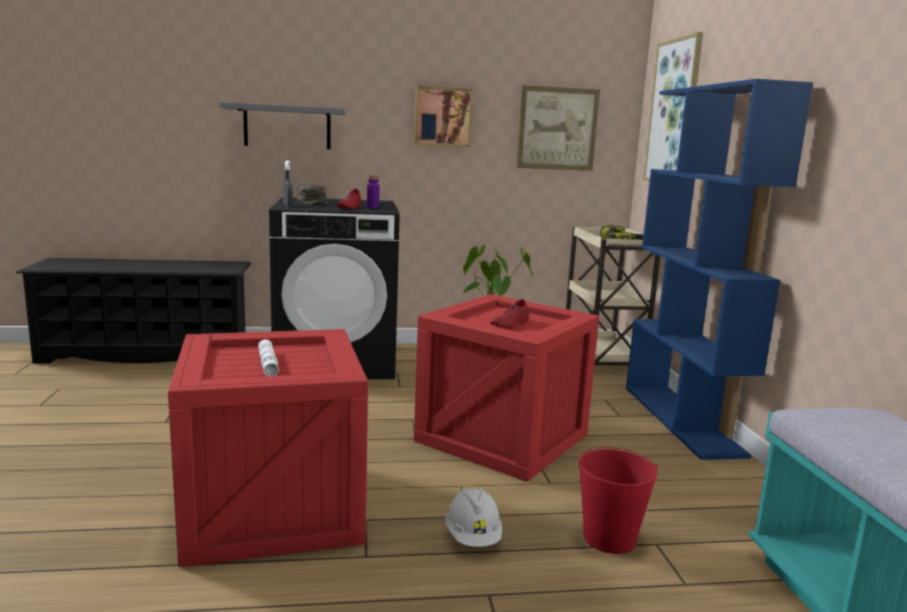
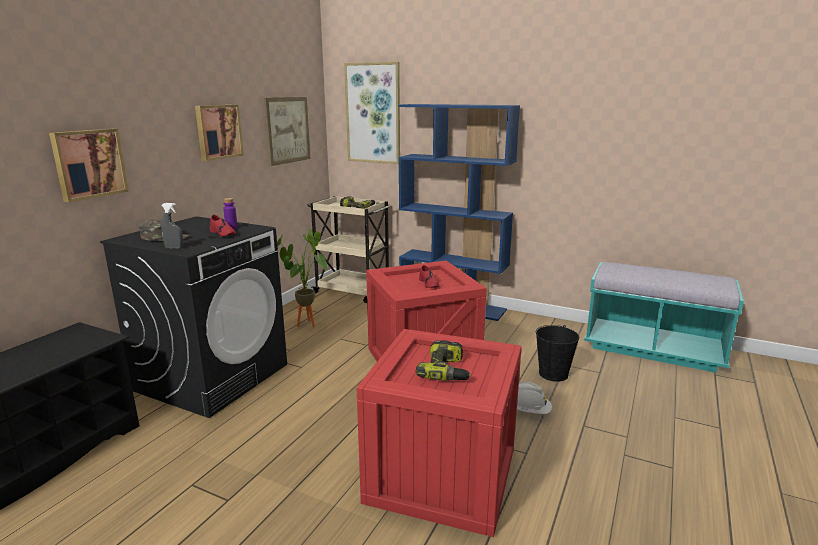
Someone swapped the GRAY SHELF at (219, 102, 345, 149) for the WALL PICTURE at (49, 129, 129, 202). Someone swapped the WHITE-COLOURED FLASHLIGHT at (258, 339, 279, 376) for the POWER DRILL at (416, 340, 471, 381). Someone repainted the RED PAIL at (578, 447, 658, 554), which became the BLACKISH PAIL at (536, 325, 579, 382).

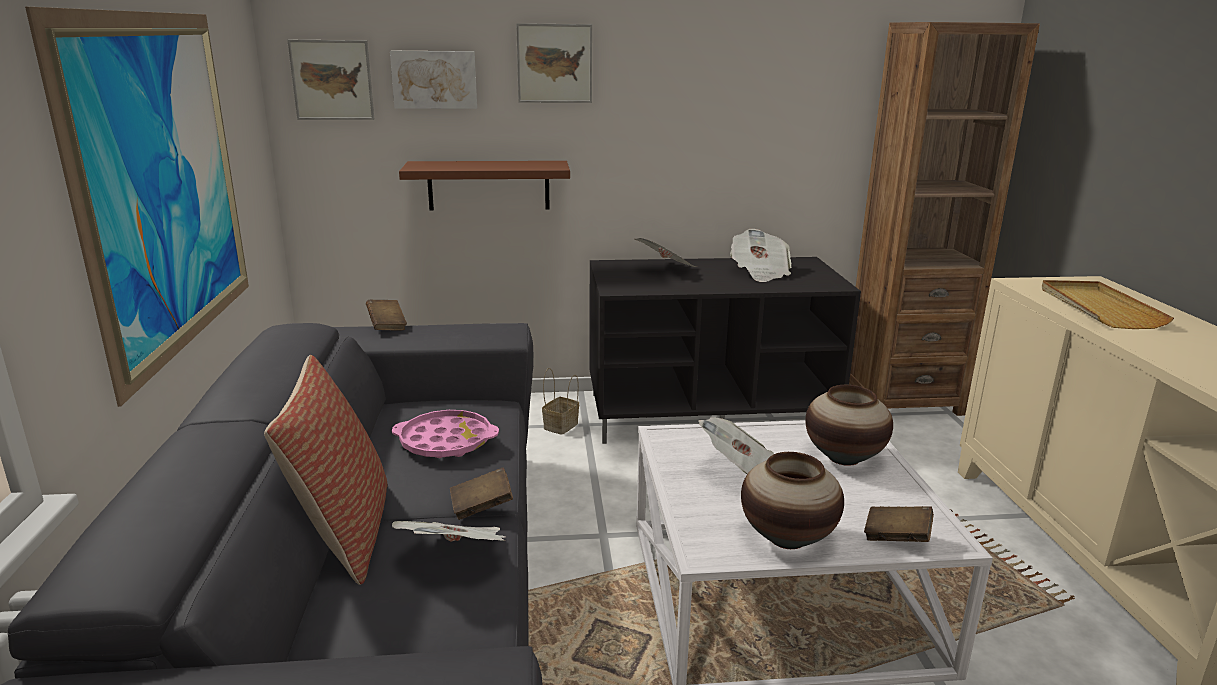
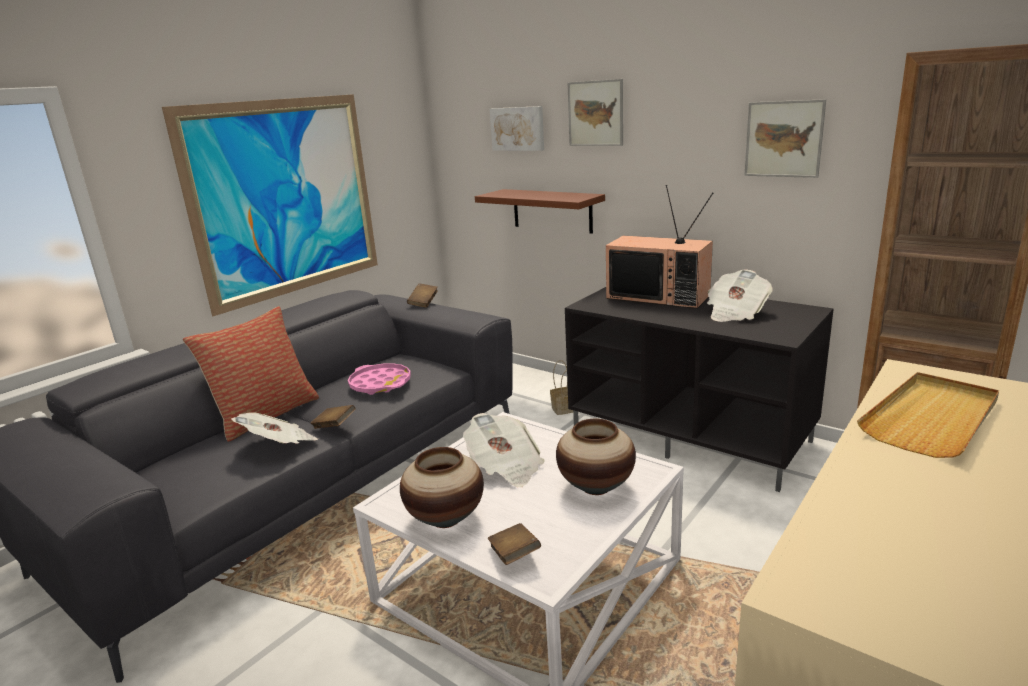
Someone carried the WALL PICTURE from (287, 40, 374, 120) to (744, 99, 826, 178). Someone swapped the NEWSPAPER at (635, 238, 697, 267) for the TV SET at (606, 185, 713, 309).

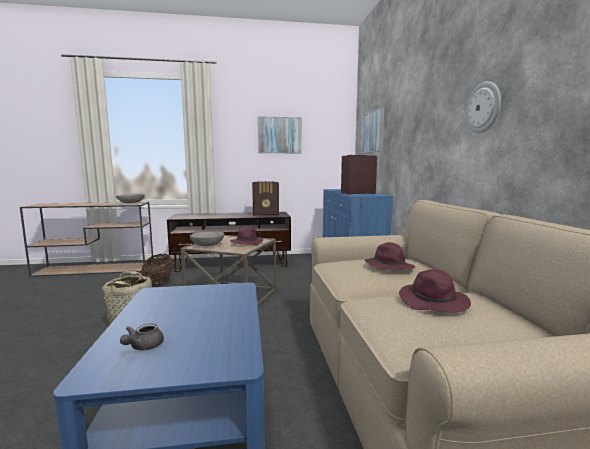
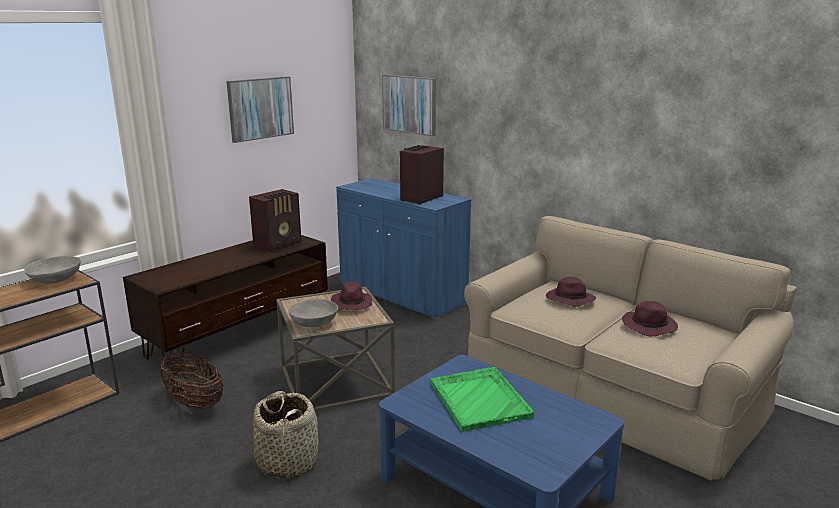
Someone took away the CLOCK ON THE WALL at (466, 81, 501, 133). Someone took away the GRAY POT FOR TEA at (120, 323, 164, 350). Someone put down the GREEN CARRYING TRAY at (430, 367, 534, 431).

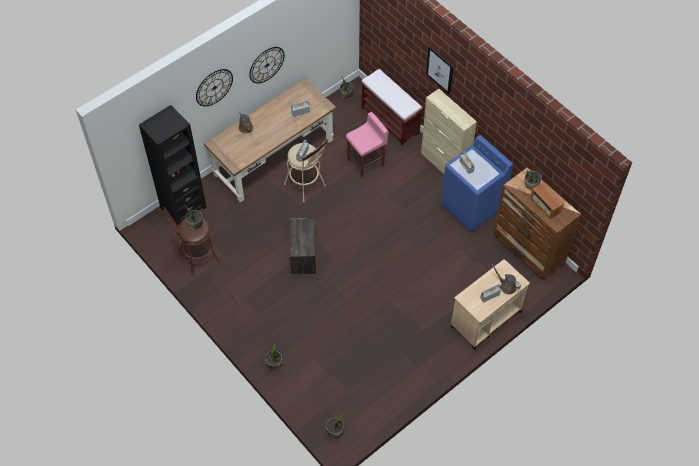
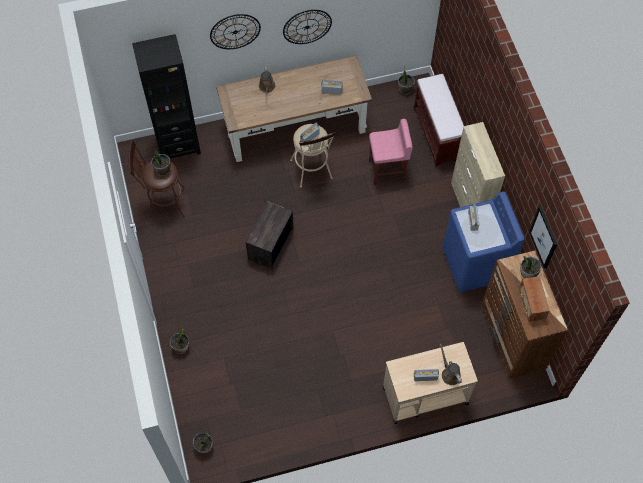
Someone carried the WALL PICTURE from (426, 46, 454, 94) to (529, 206, 557, 269).

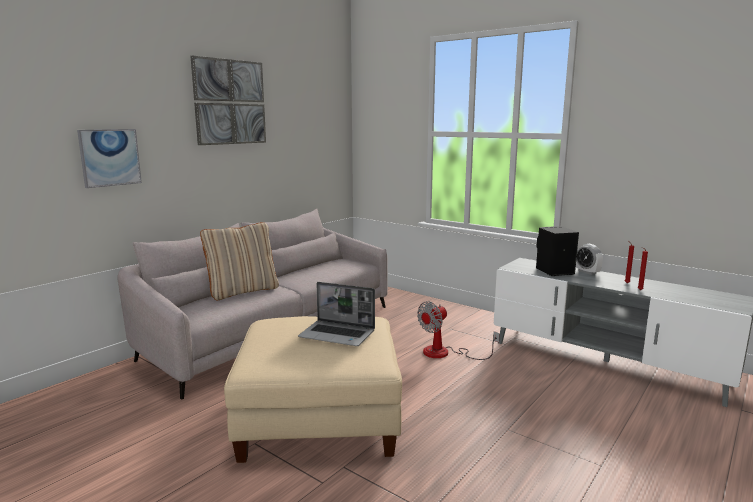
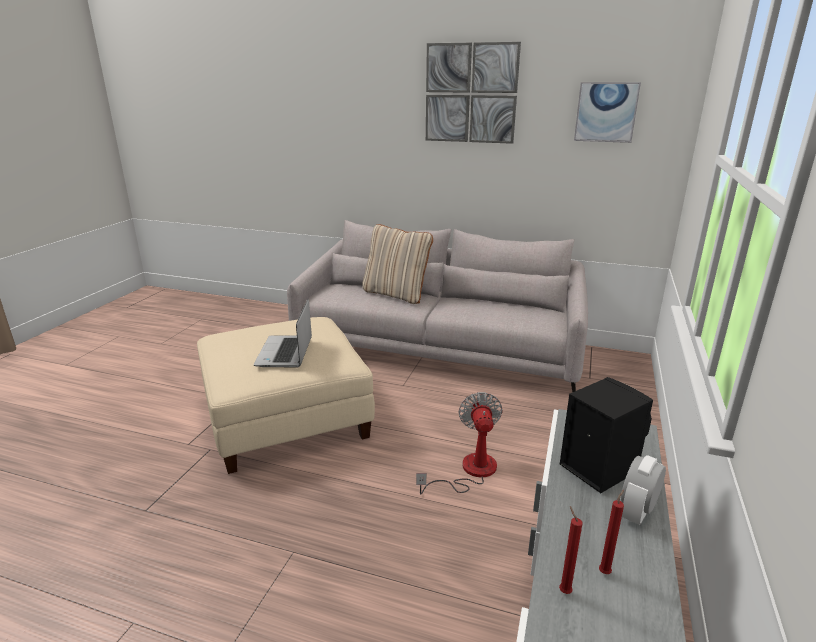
Someone carried the WALL PICTURE from (77, 129, 142, 188) to (574, 82, 641, 143). Someone rotated the FAN at (417, 301, 500, 360) by 60 degrees clockwise.

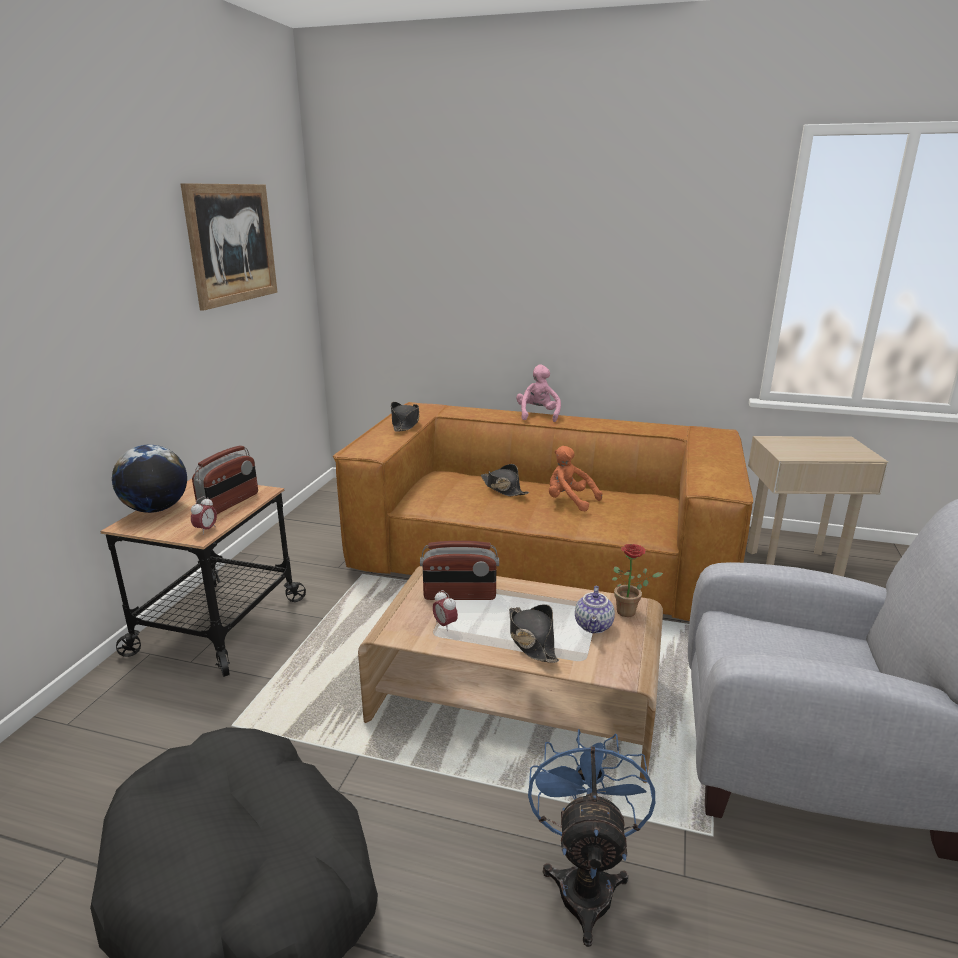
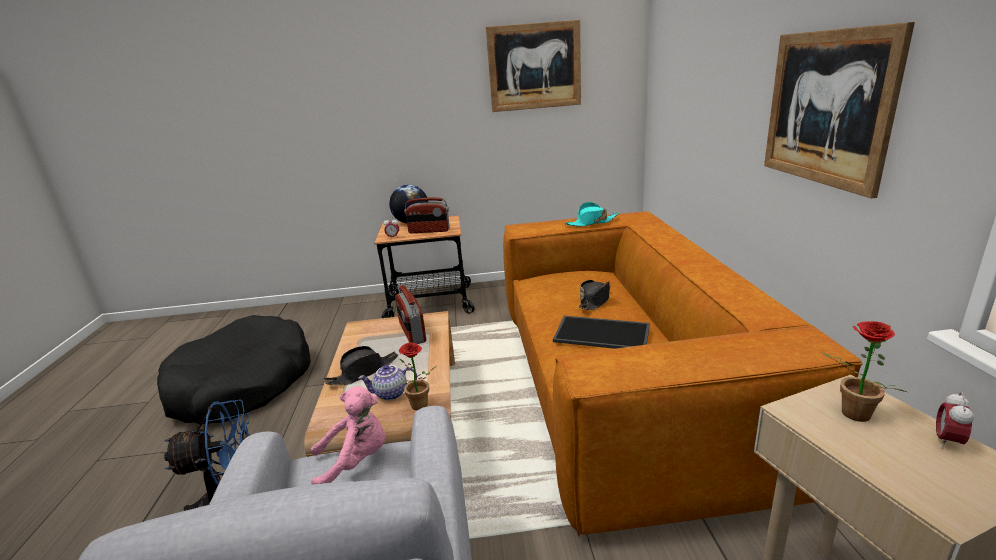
Someone carried the PINK SOFT TOY from (516, 365, 561, 422) to (311, 386, 386, 485). Someone repainted the BLACKISH WEARABLE HAT at (391, 402, 419, 432), which became the TURQUOISE WEARABLE HAT at (565, 202, 619, 227). Someone swapped the ORANGEY SOFT TOY at (549, 446, 602, 511) for the CARRYING TRAY at (553, 316, 650, 349). Someone carried the TABLE CLOCK from (433, 590, 458, 631) to (936, 392, 974, 448). Someone put up the WALL PICTURE at (764, 22, 915, 199). Someone put down the PLANT IN A POT at (821, 321, 907, 422).

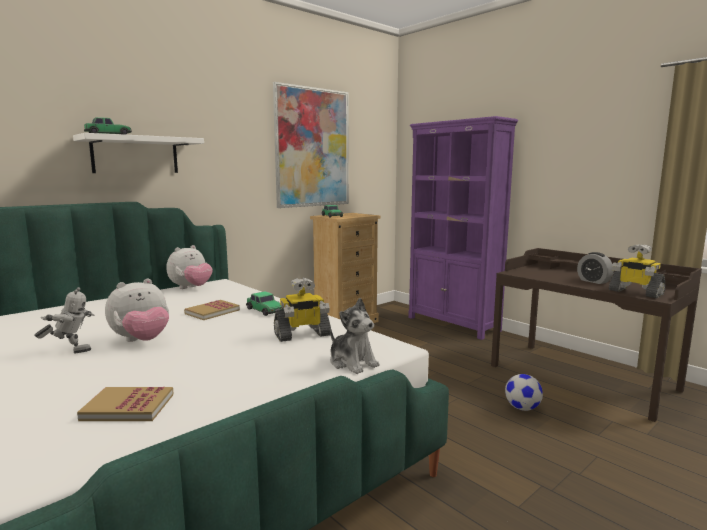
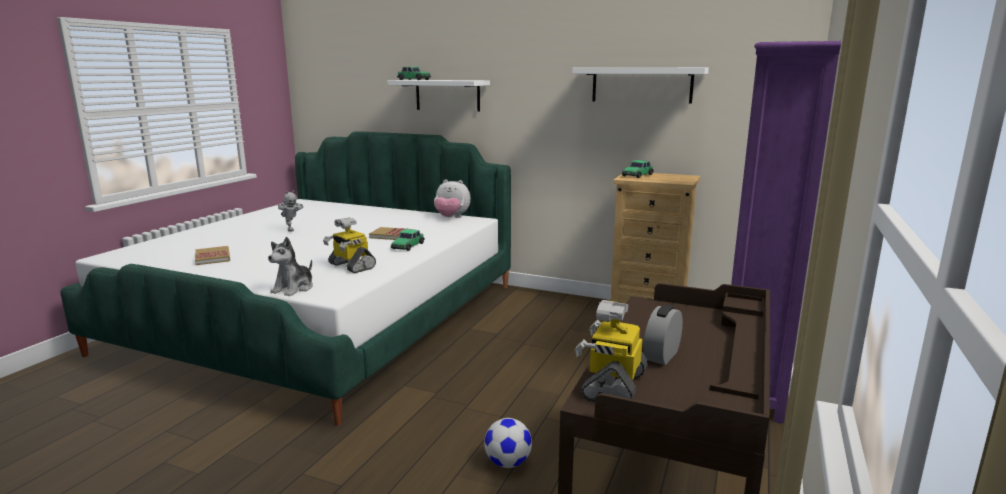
Someone swapped the WALL PICTURE at (273, 82, 349, 208) for the WHITE-COLOURED SHELF at (572, 67, 709, 104). Someone took away the SOFT TOY at (105, 279, 169, 342).

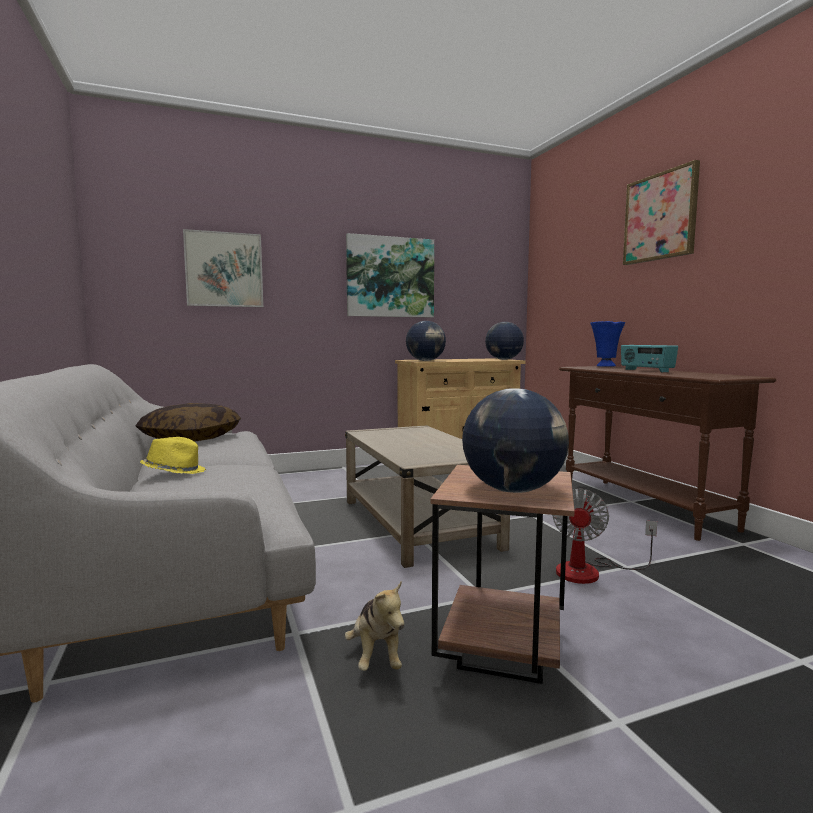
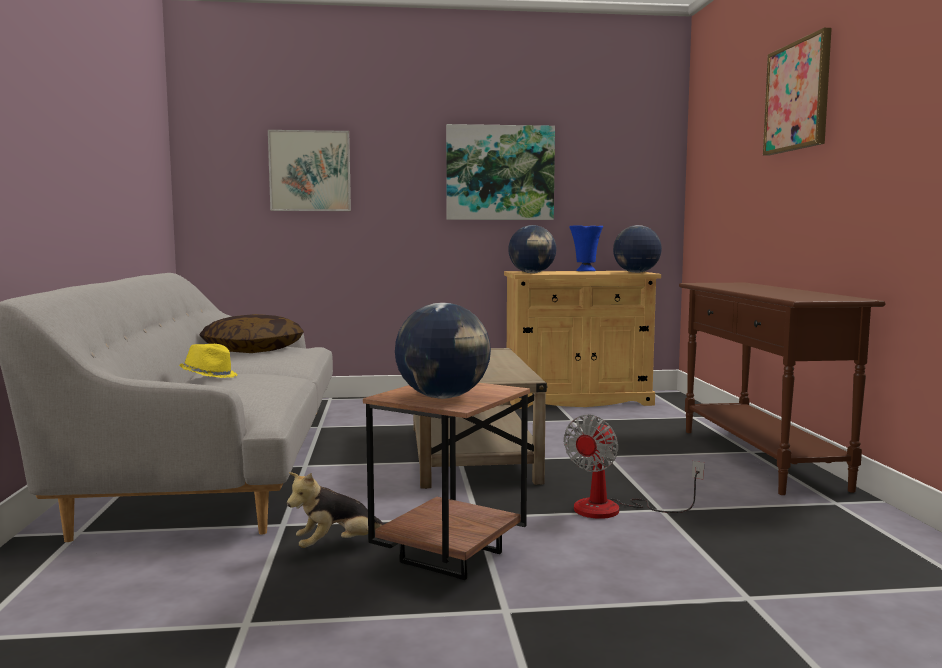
Someone carried the BLUE DECORATIVE VASE from (590, 321, 625, 367) to (569, 225, 603, 271). Someone took away the RADIO at (621, 345, 678, 372). Someone rotated the SOFT TOY at (345, 580, 404, 671) by 60 degrees clockwise.

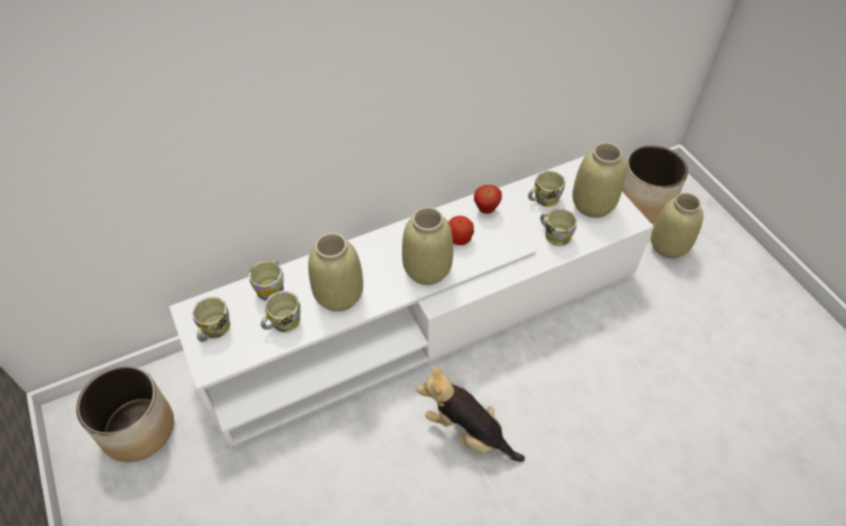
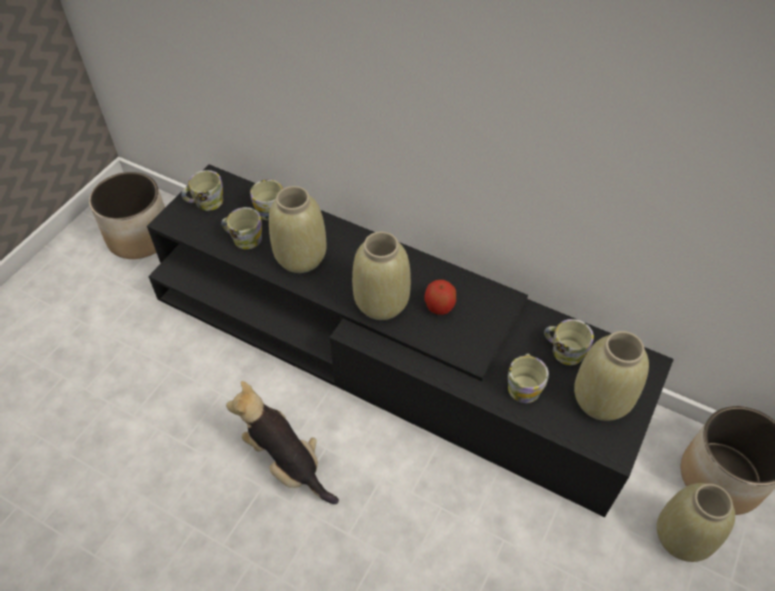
Someone repainted the WHITE-COLOURED TV STAND at (169, 156, 654, 447), which became the BLACKISH TV STAND at (147, 164, 674, 517). Someone took away the APPLE FRUIT at (474, 185, 502, 214). Someone rotated the SOFT TOY at (416, 366, 525, 462) by 45 degrees counterclockwise.

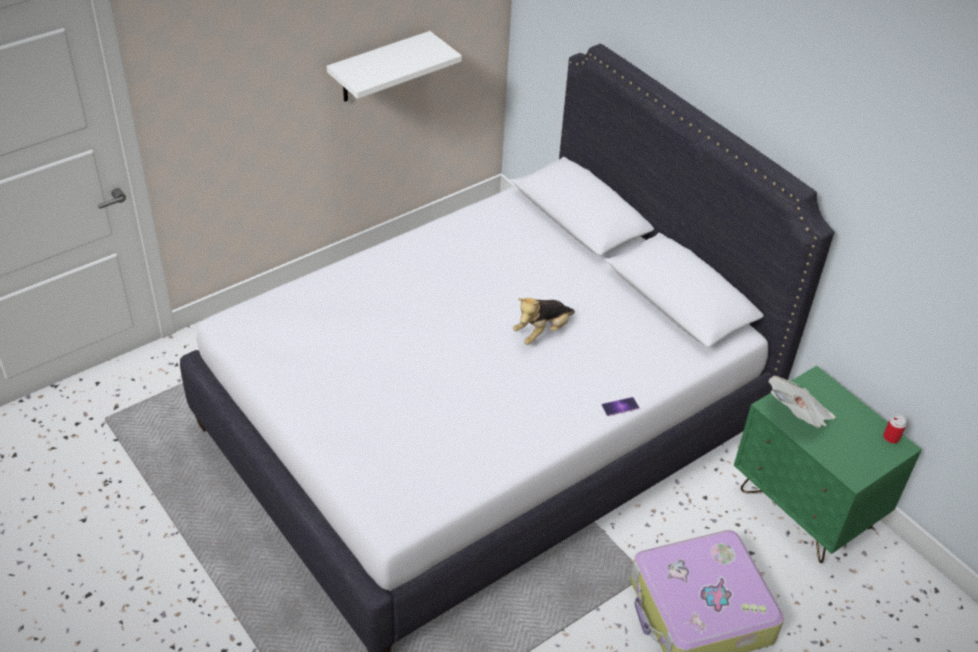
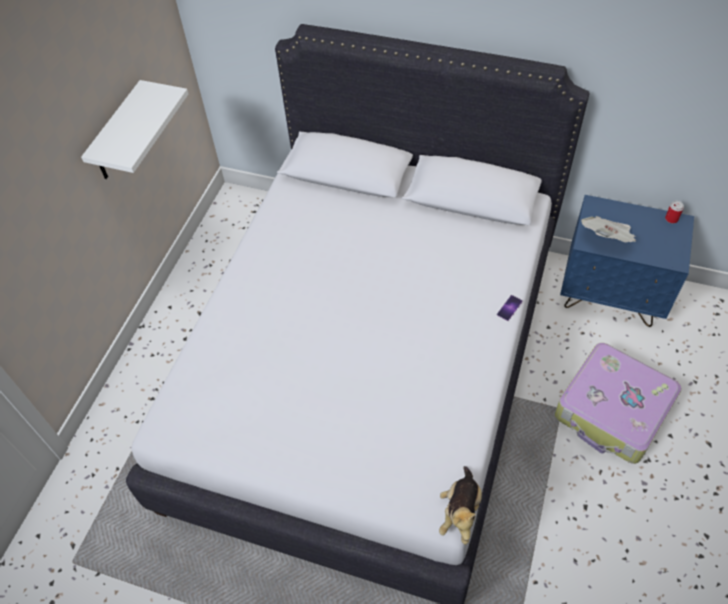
Someone carried the SOFT TOY from (513, 298, 575, 345) to (439, 466, 482, 544). Someone repainted the GREEN NIGHT TABLE at (734, 366, 922, 563), which became the BLUE NIGHT TABLE at (560, 195, 694, 327).

